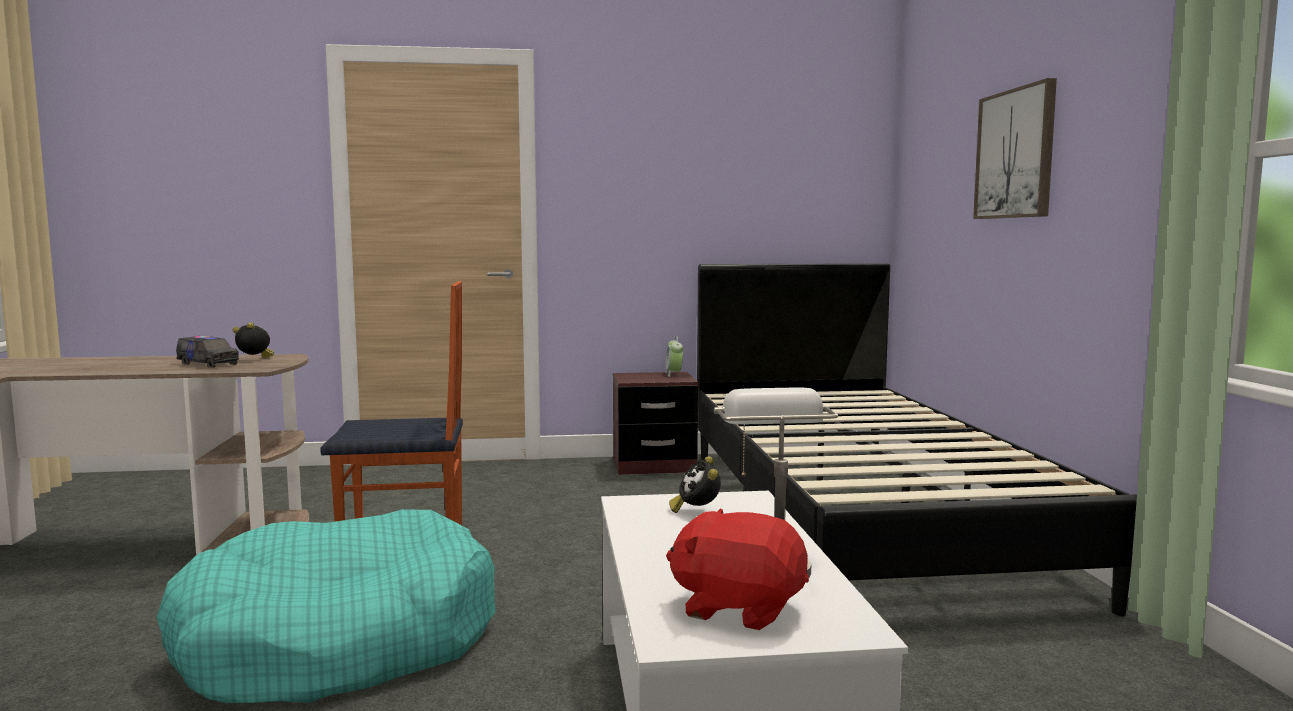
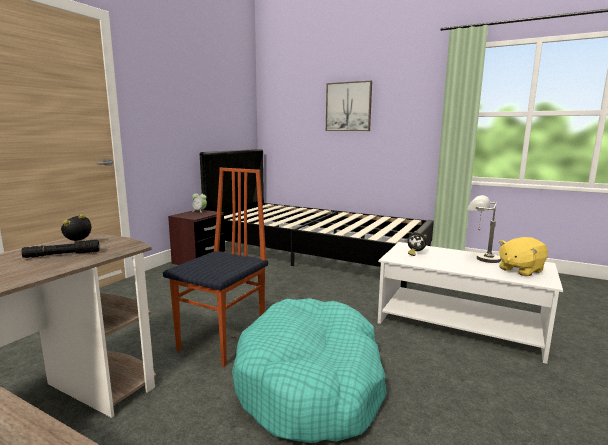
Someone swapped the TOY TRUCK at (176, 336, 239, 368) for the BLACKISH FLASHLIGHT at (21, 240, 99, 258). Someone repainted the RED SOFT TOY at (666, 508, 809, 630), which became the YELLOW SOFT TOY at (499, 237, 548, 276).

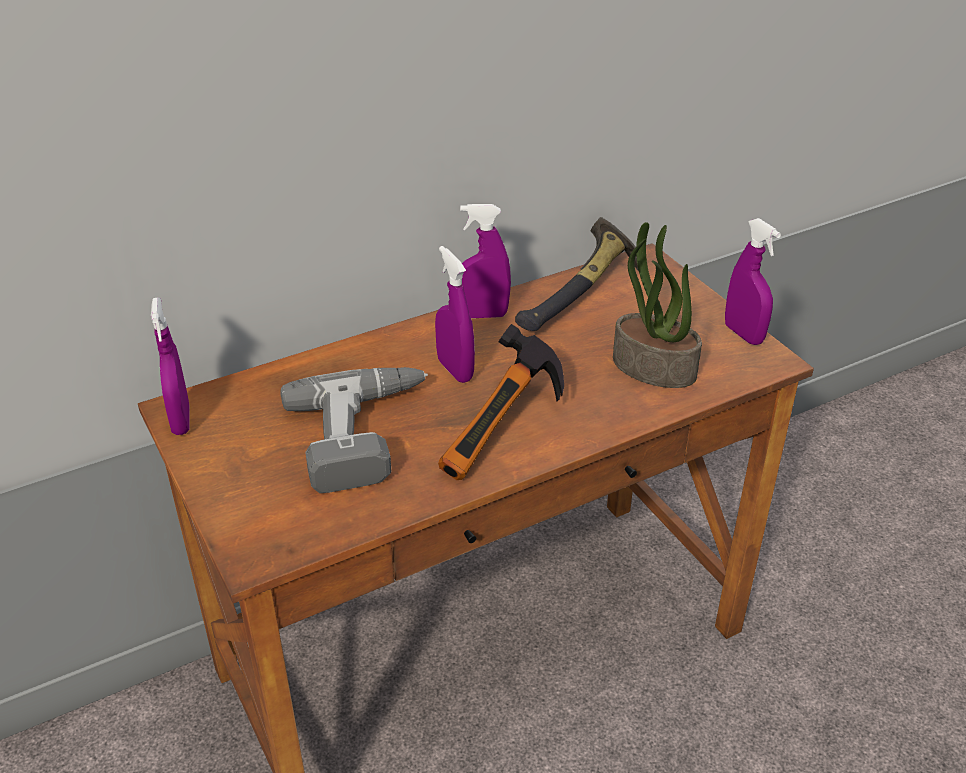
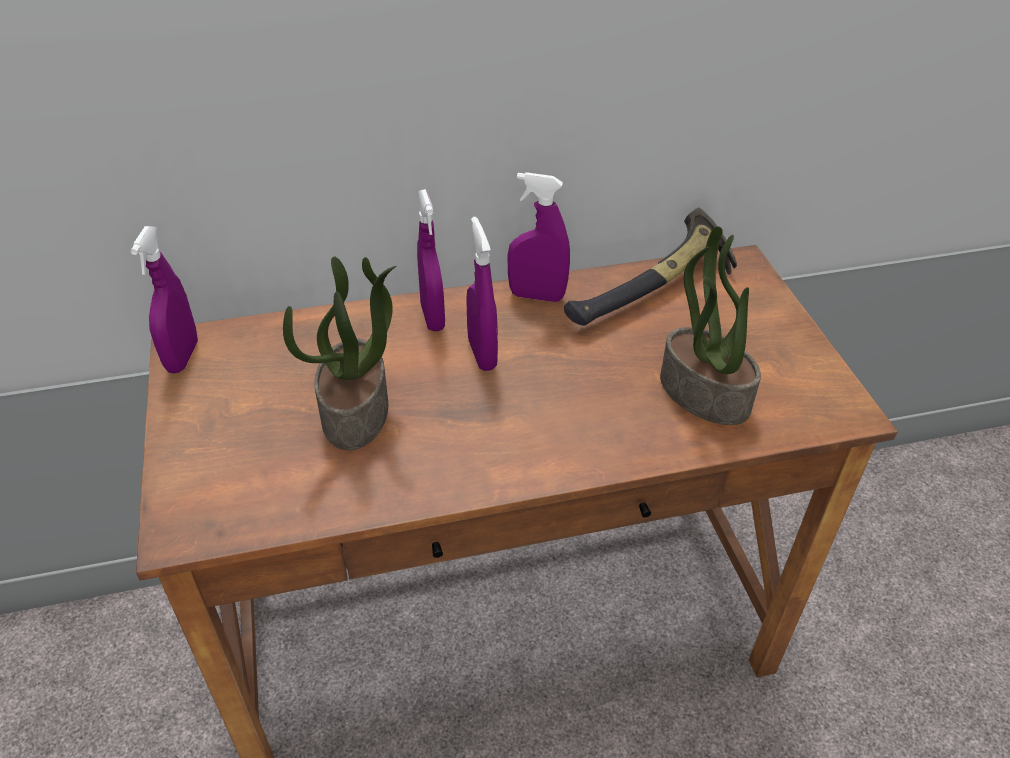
Someone carried the PURPLE-COLOURED SPRAY BOTTLE from (725, 218, 781, 345) to (417, 189, 445, 331). Someone took away the HAMMER at (438, 324, 564, 480). Someone swapped the POWER DRILL at (280, 367, 428, 493) for the PLANT IN A POT at (283, 257, 396, 450).

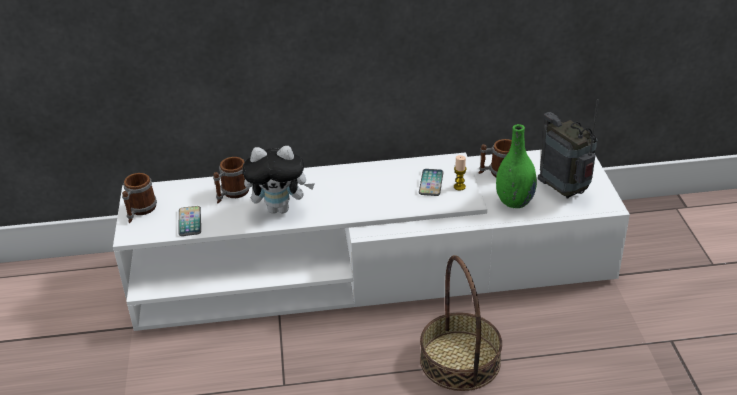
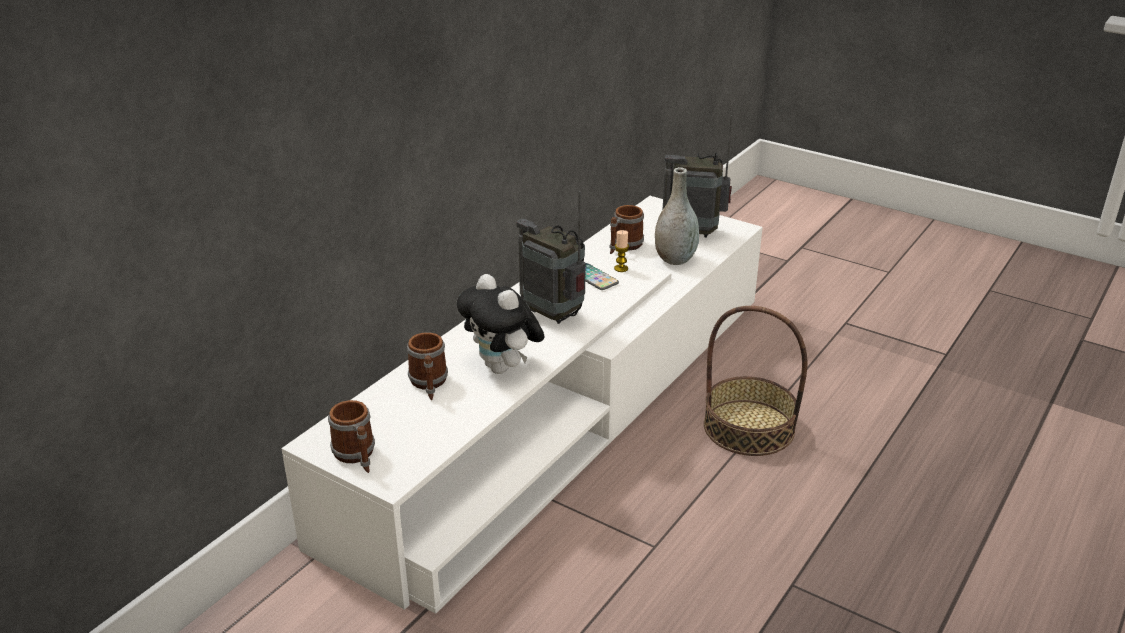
Someone repainted the GREEN DECORATIVE VASE at (496, 124, 537, 208), which became the GRAY DECORATIVE VASE at (655, 167, 699, 265). Someone rotated the SOFT TOY at (243, 146, 315, 214) by 105 degrees clockwise. Someone took away the HANDSET at (178, 206, 201, 236). Someone put down the RADIO at (517, 191, 586, 324).

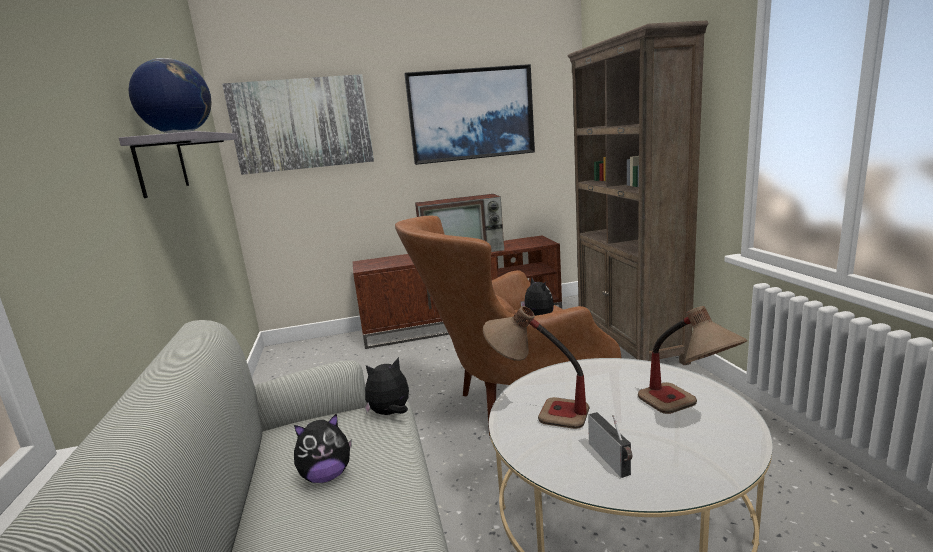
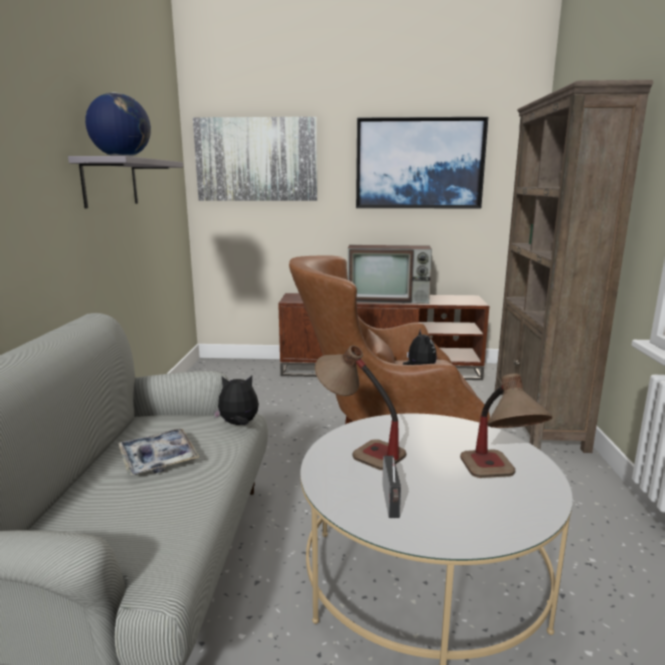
Someone swapped the SOFT TOY at (294, 413, 352, 483) for the CARRYING TRAY at (118, 429, 199, 475).

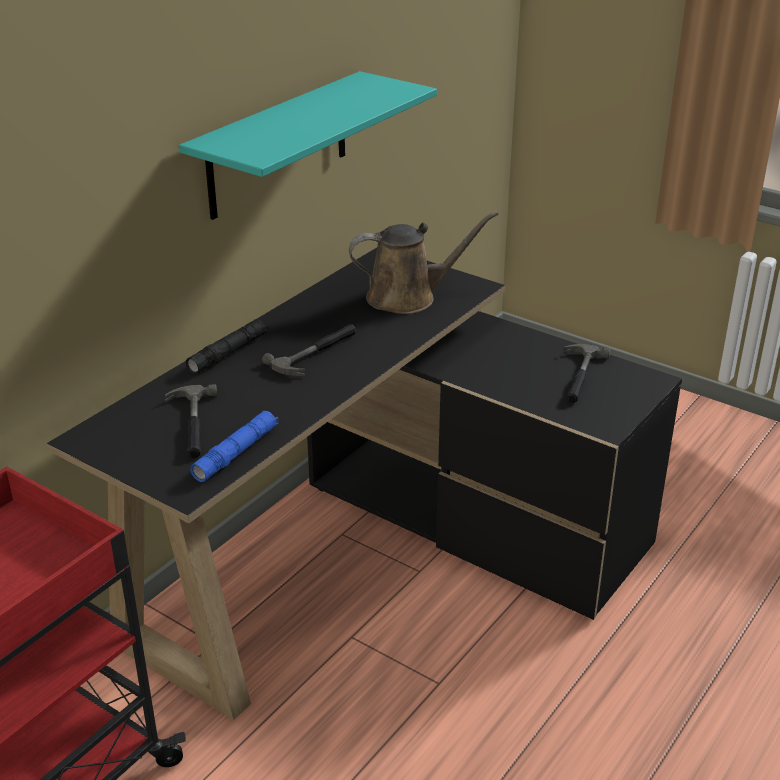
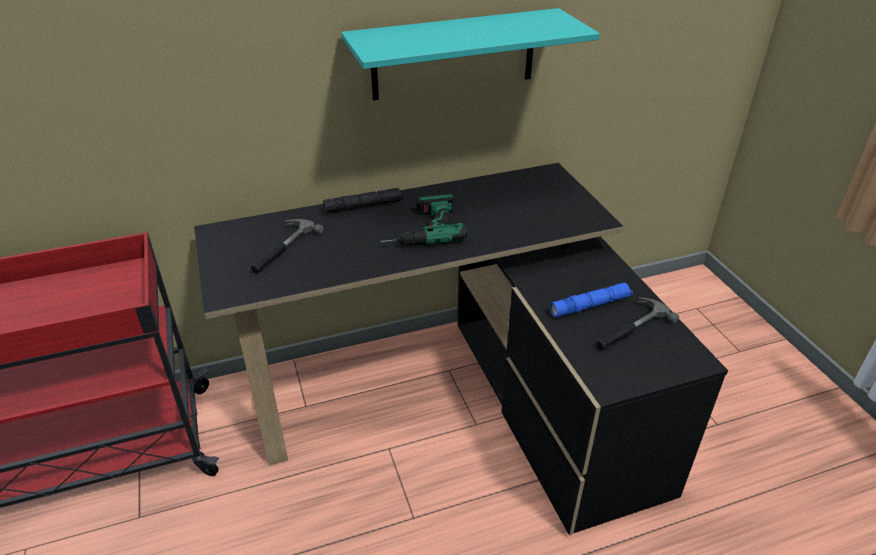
Someone took away the BROWN-COLOURED SPRINKLING CAN at (349, 211, 499, 314). Someone swapped the HAMMER at (262, 324, 356, 376) for the POWER DRILL at (381, 193, 467, 245). Someone carried the BLUE FLASHLIGHT from (190, 411, 279, 482) to (550, 282, 633, 317).

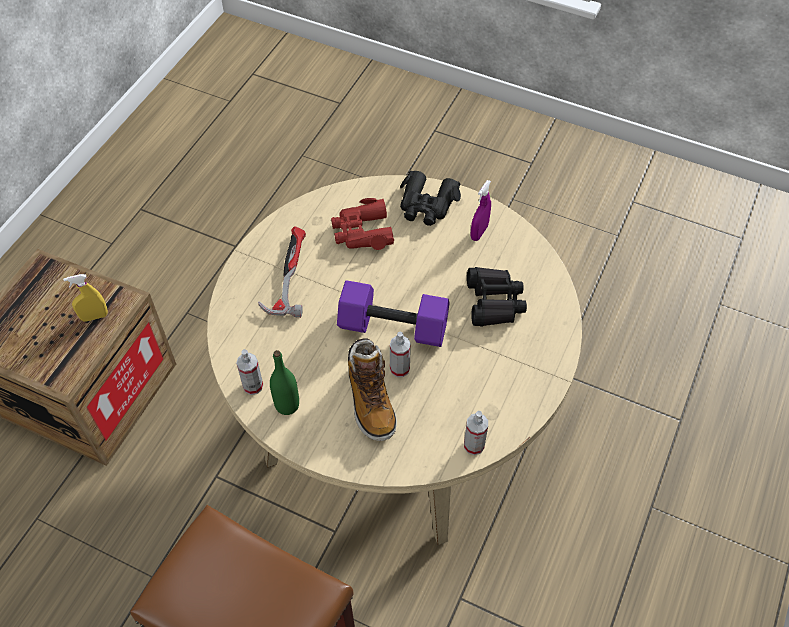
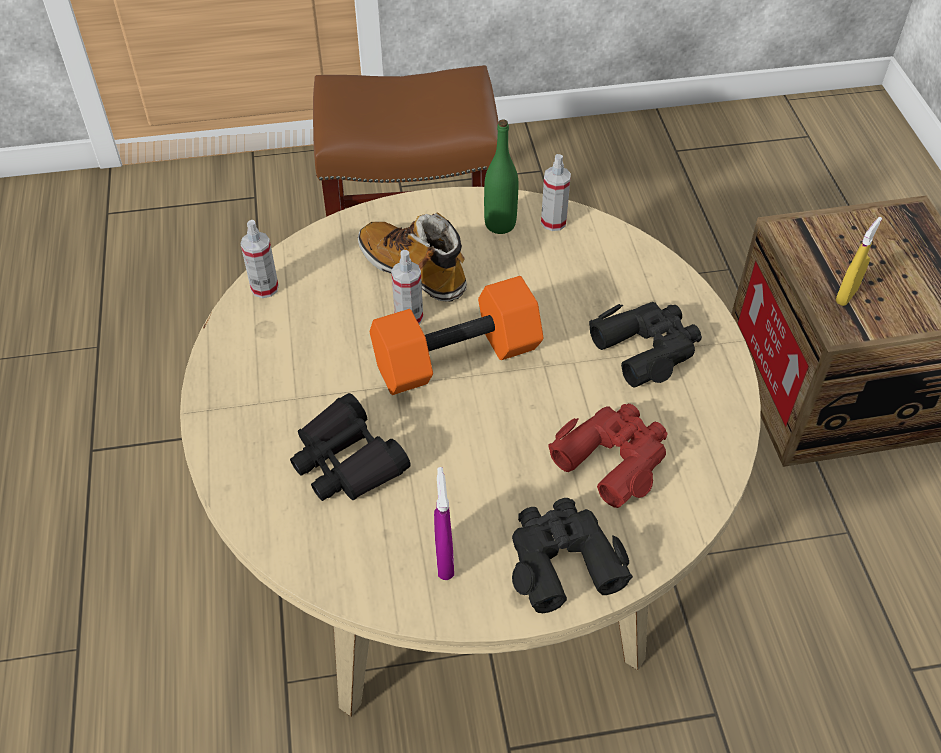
Someone swapped the HAMMER at (258, 226, 306, 318) for the BLACKISH BINOCULARS at (589, 302, 702, 388). Someone repainted the PURPLE-COLOURED HAND WEIGHT at (337, 280, 450, 347), which became the ORANGEY HAND WEIGHT at (370, 276, 544, 395).

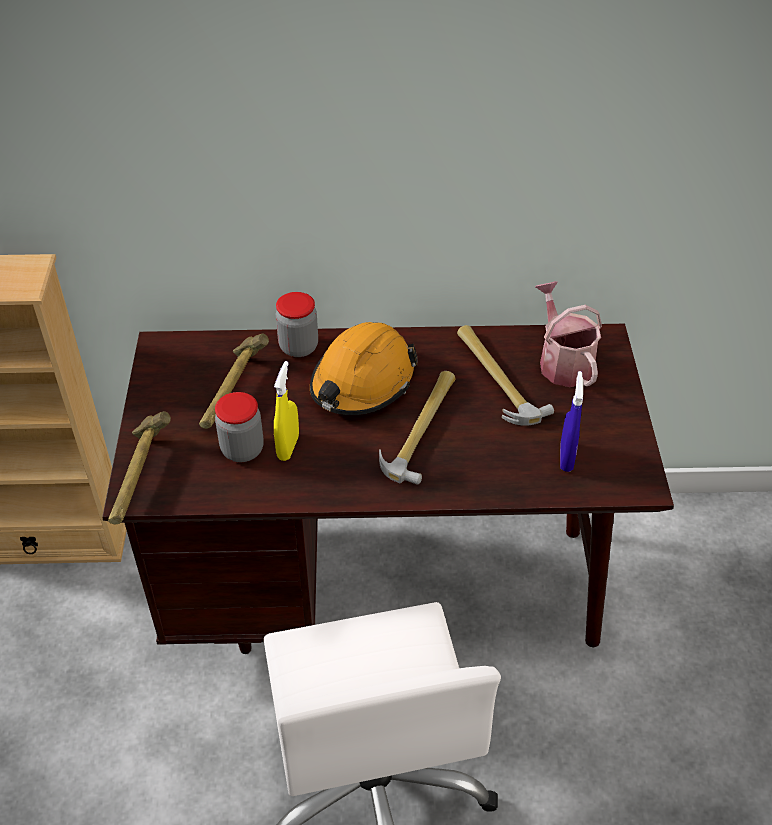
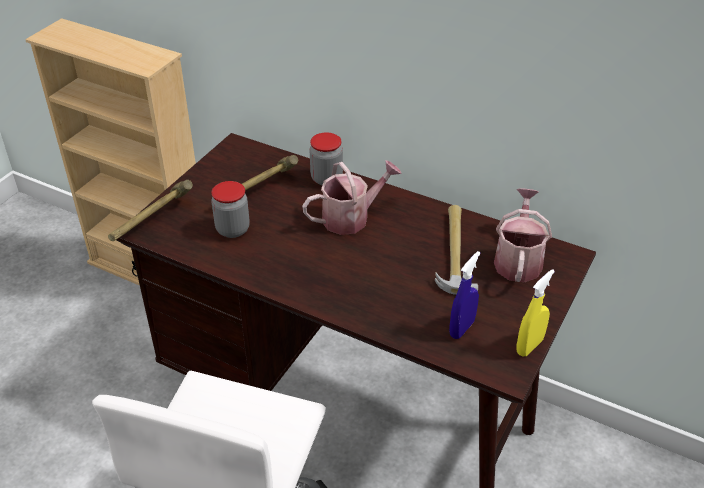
Someone swapped the ORANGEY WORK HELMET at (310, 322, 418, 415) for the SPRINKLING CAN at (302, 160, 402, 235). Someone carried the YELLOW SPRAY BOTTLE from (274, 361, 299, 461) to (516, 269, 555, 356). Someone took away the HAMMER at (379, 371, 455, 485).

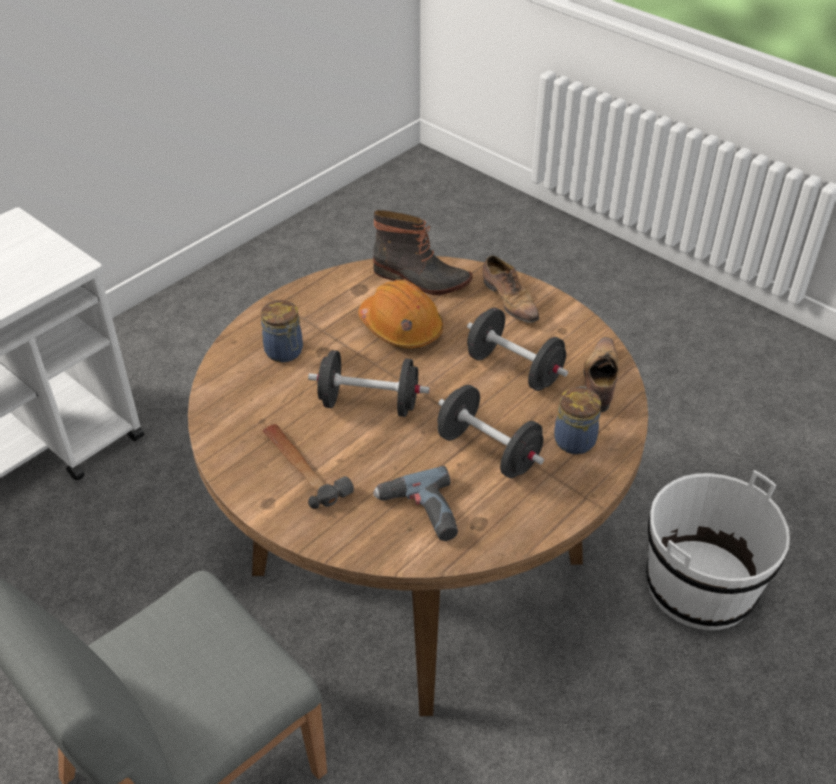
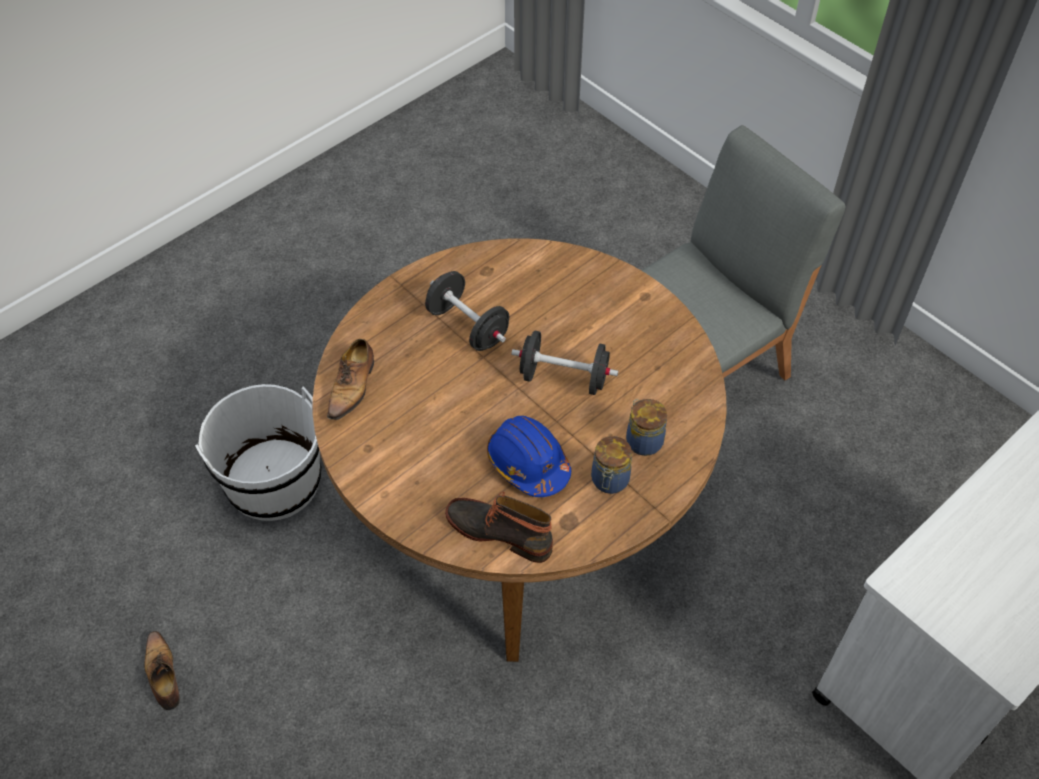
Someone carried the ITEM OF FOOTWEAR from (483, 255, 539, 323) to (144, 631, 180, 710). Someone repainted the ORANGEY WORK HELMET at (358, 280, 443, 348), which became the BLUE WORK HELMET at (487, 416, 571, 497). Someone took away the BLACKISH HAND WEIGHT at (467, 308, 568, 391). Someone carried the PRESERVE JAR from (554, 386, 601, 454) to (591, 436, 632, 494). Someone took away the HAMMER at (263, 424, 354, 509). Someone took away the POWER DRILL at (373, 466, 458, 541).

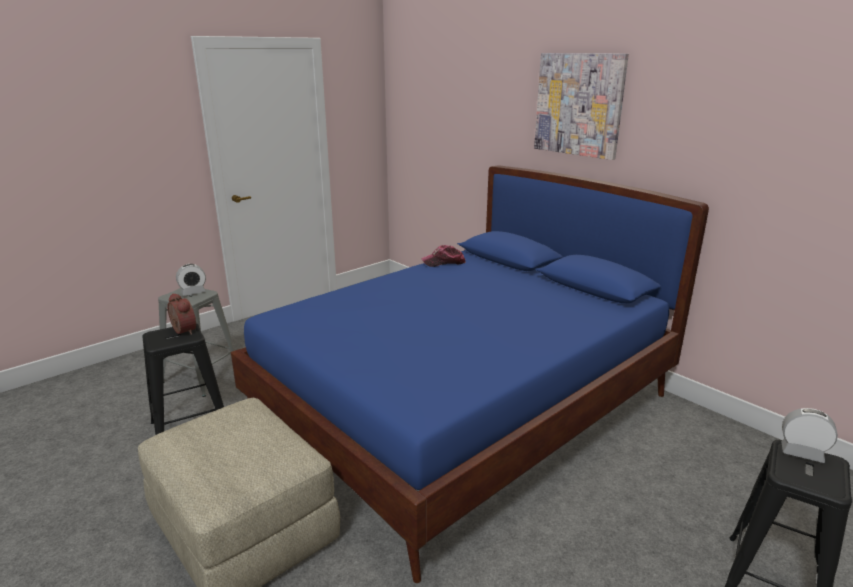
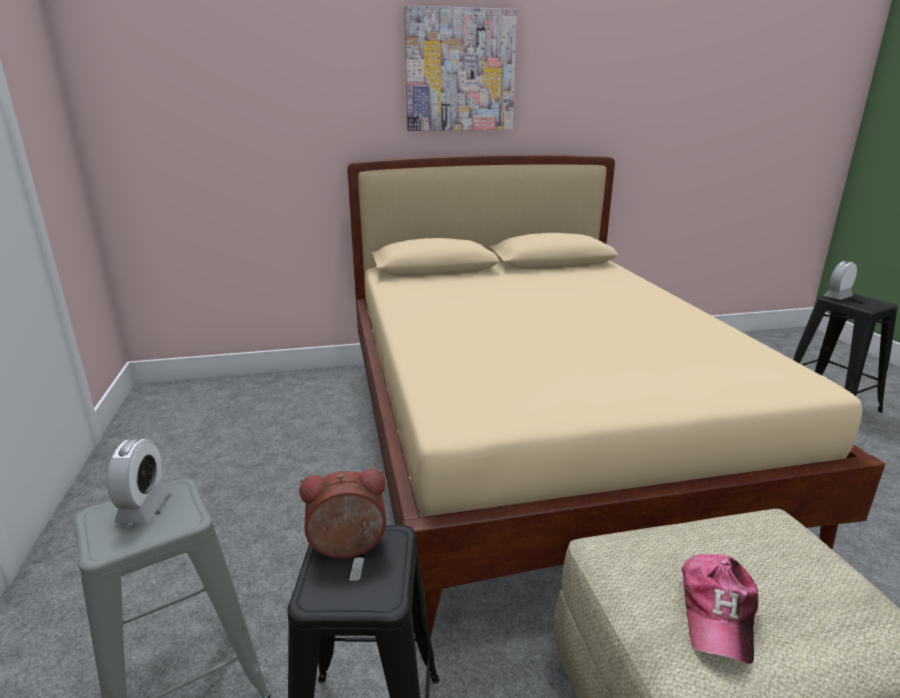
Someone repainted the BLUE BEDROOM BED at (231, 165, 709, 583), which became the BEIGE BEDROOM BED at (347, 155, 886, 638). Someone carried the CAP from (421, 245, 466, 267) to (682, 554, 758, 664).

